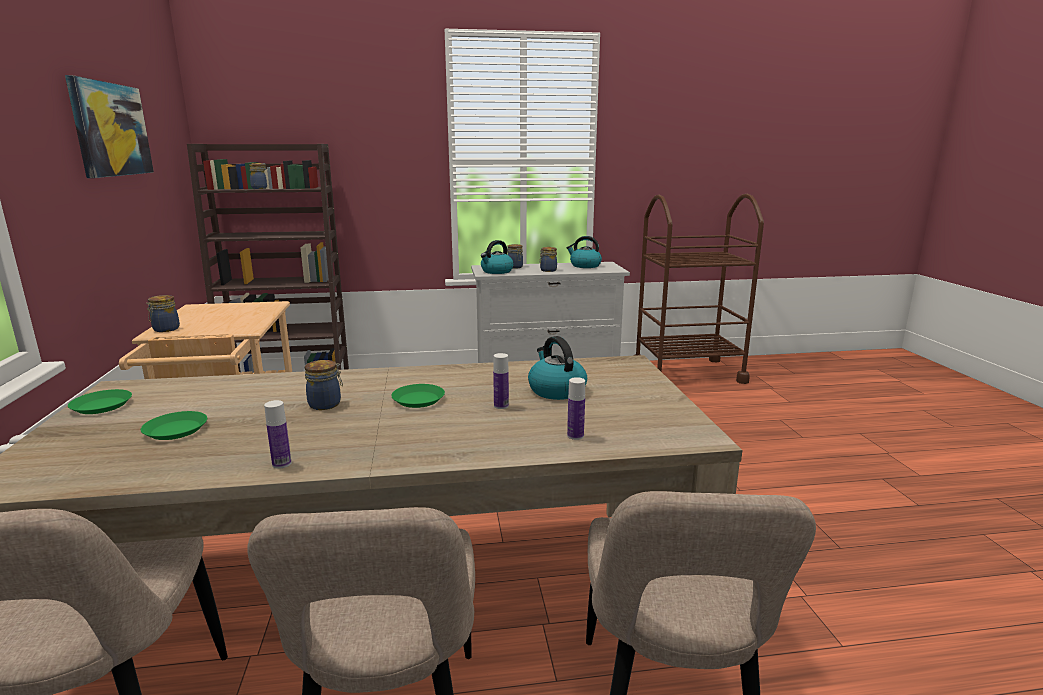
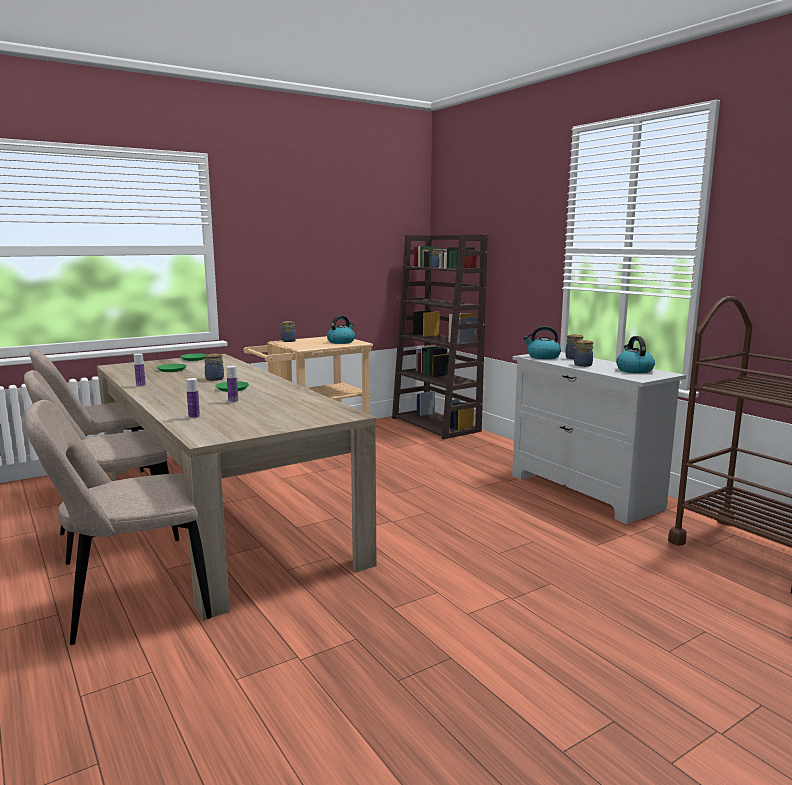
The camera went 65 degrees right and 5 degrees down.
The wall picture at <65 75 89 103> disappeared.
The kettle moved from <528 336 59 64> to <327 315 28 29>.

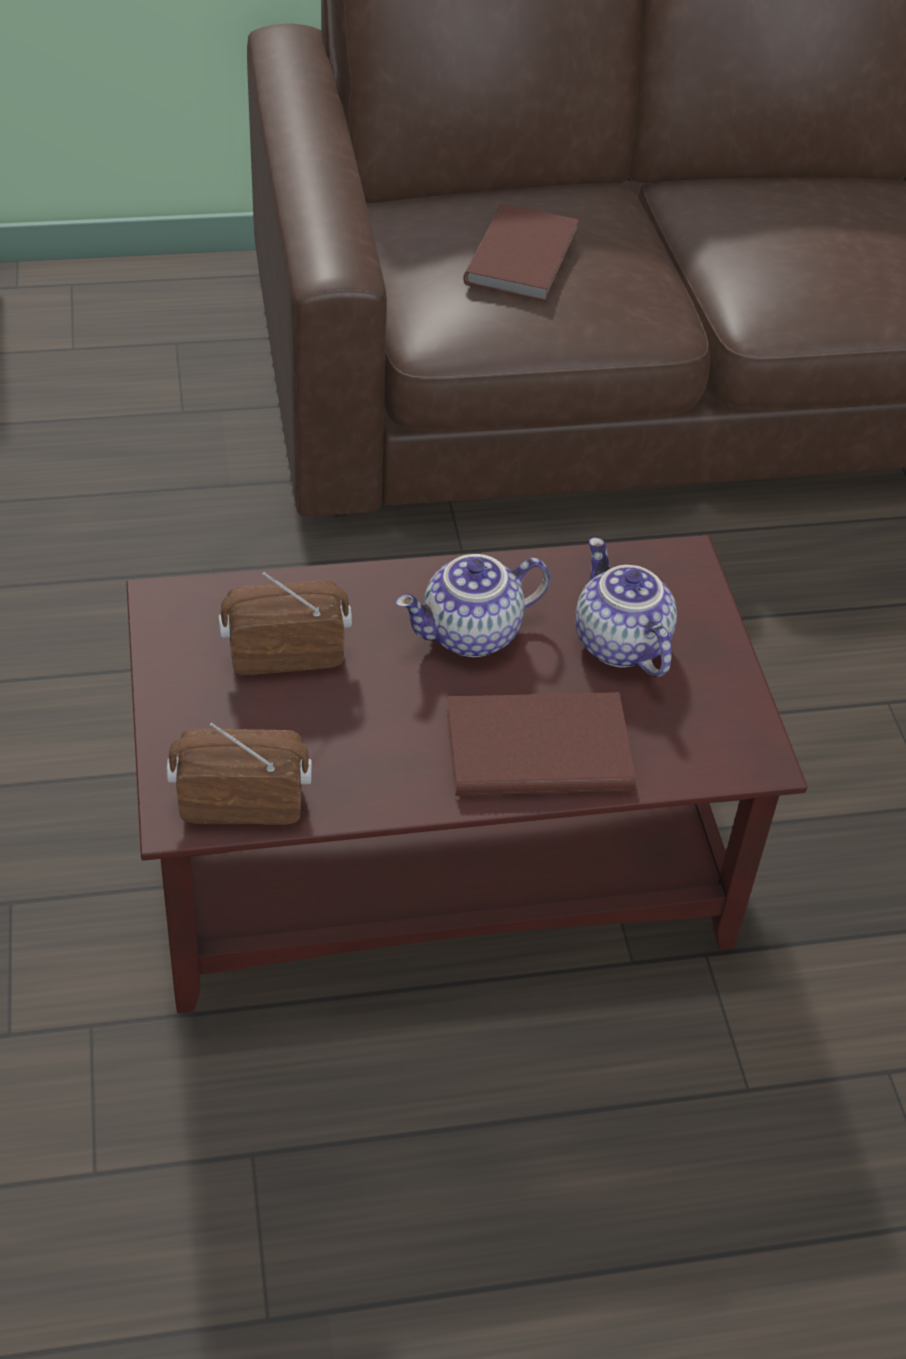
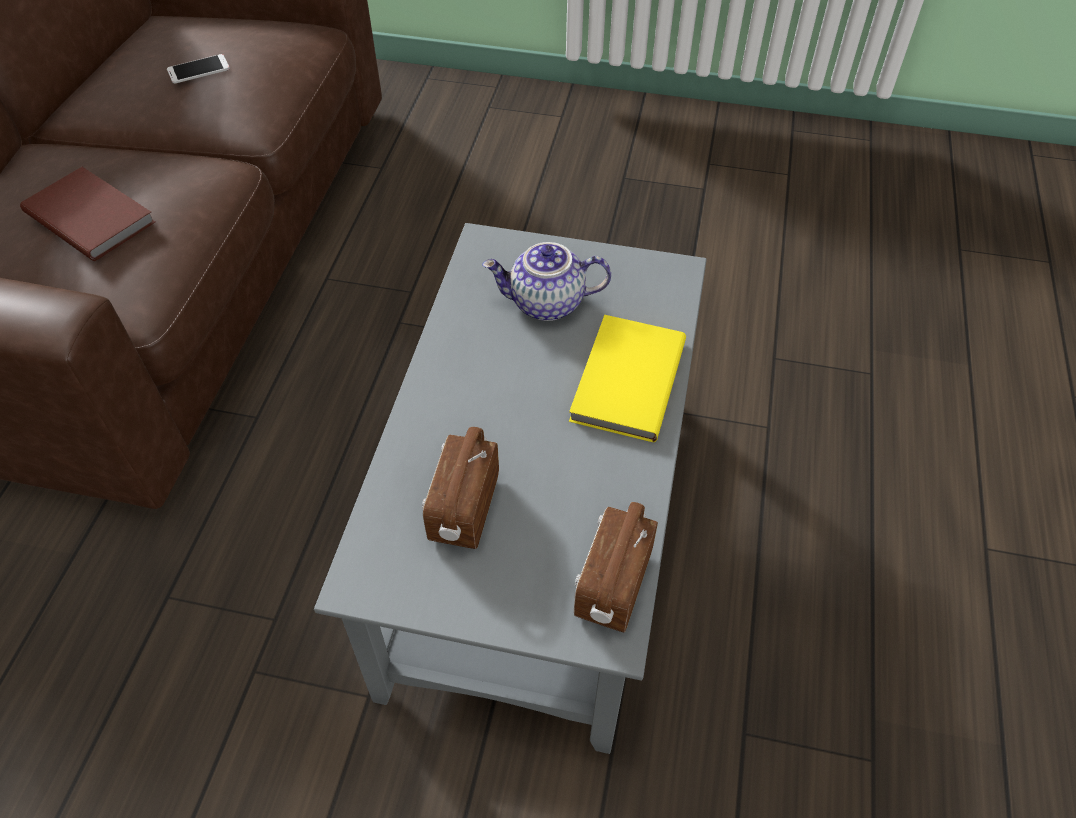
The camera went 65 degrees left and 5 degrees up.
The coffee table (brownish) at <126 535 682 478> became the coffee table (grey) at <314 223 393 531>.
The pot for tea at <396 554 154 103> disappeared.
The bound book (brownish) at <447 692 189 104> became the bound book (yellowish) at <569 315 117 127>.
The telephone at <167 54 63 30> appeared.

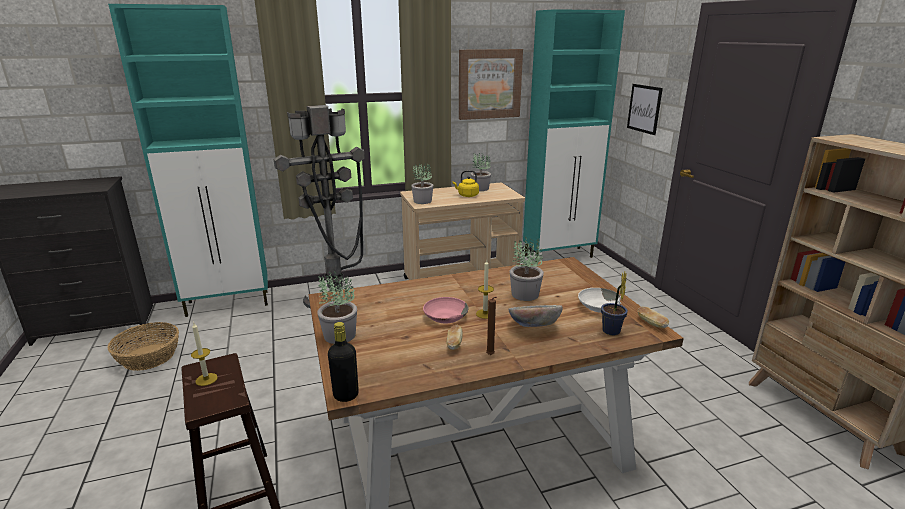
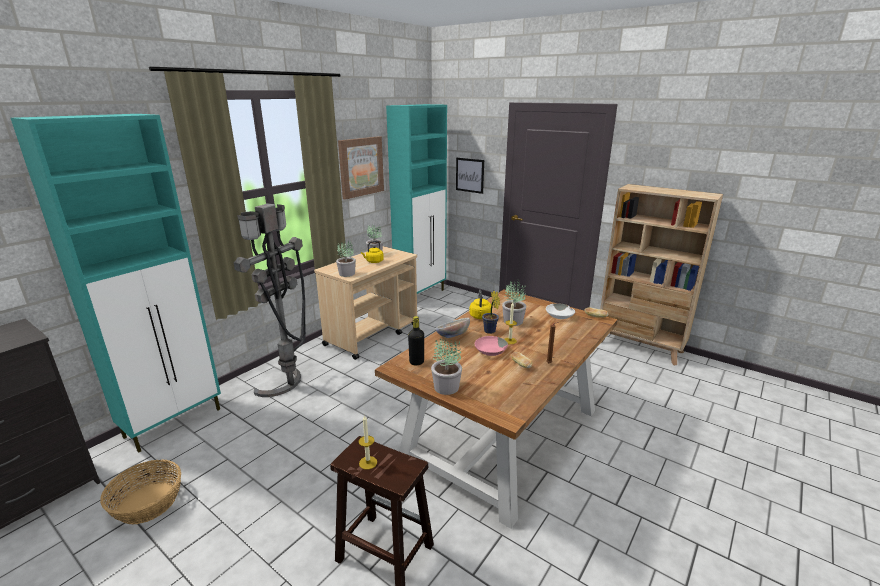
The camera went 35 degrees left and 0 degrees up.
The plant in a pot moved from <601 271 27 64> to <482 291 18 43>.
The deep dish moved from <509 305 53 22> to <435 318 35 20>.
The beverage bottle (black-coloured) moved from <328 322 31 80> to <408 316 16 49>.
The kettle (yellowish) at <469 289 22 30> appeared.

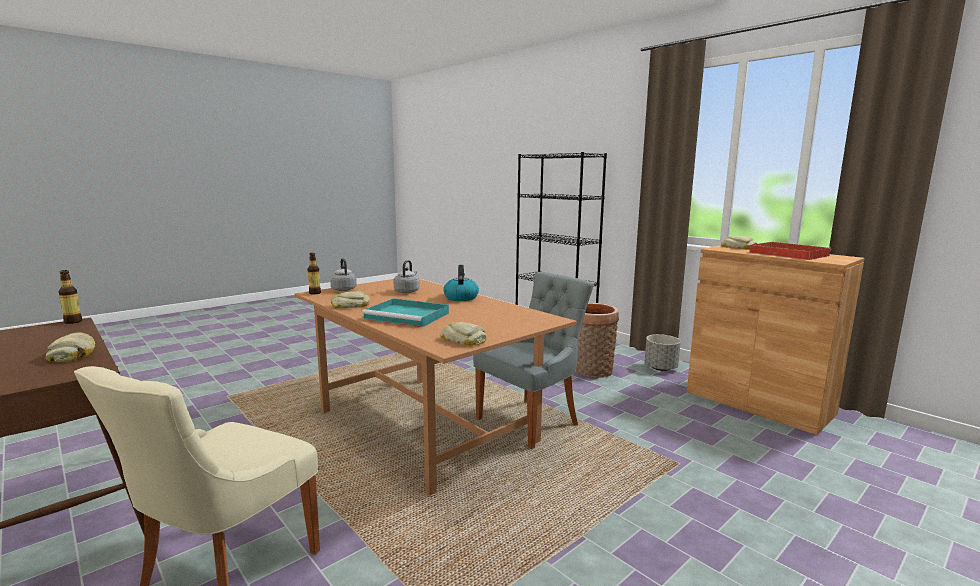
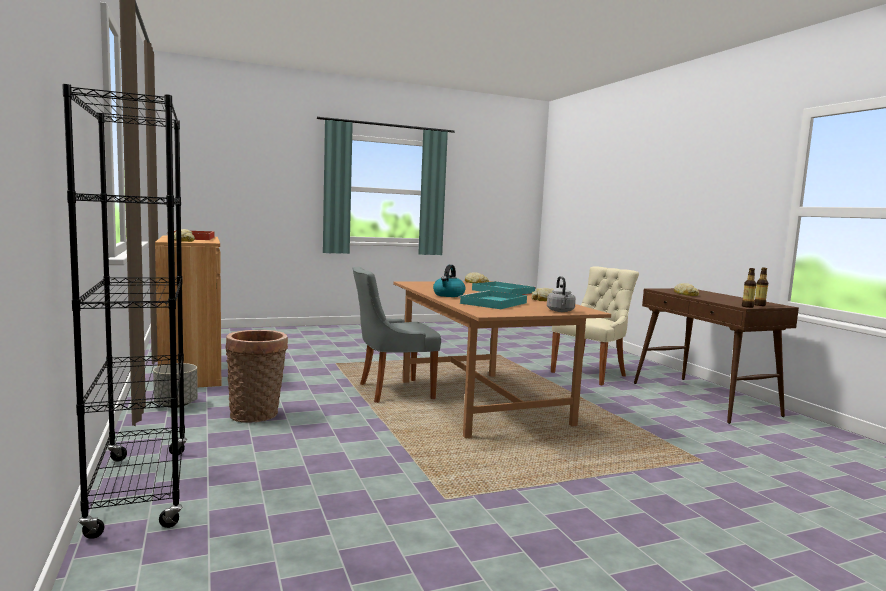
The camera went 160 degrees left and 5 degrees down.
The beverage bottle moved from <307 253 14 41> to <754 267 14 39>.
The kettle (grey) at <393 260 27 33> was replaced by the serving tray (turquoise-coloured) at <459 290 68 19>.

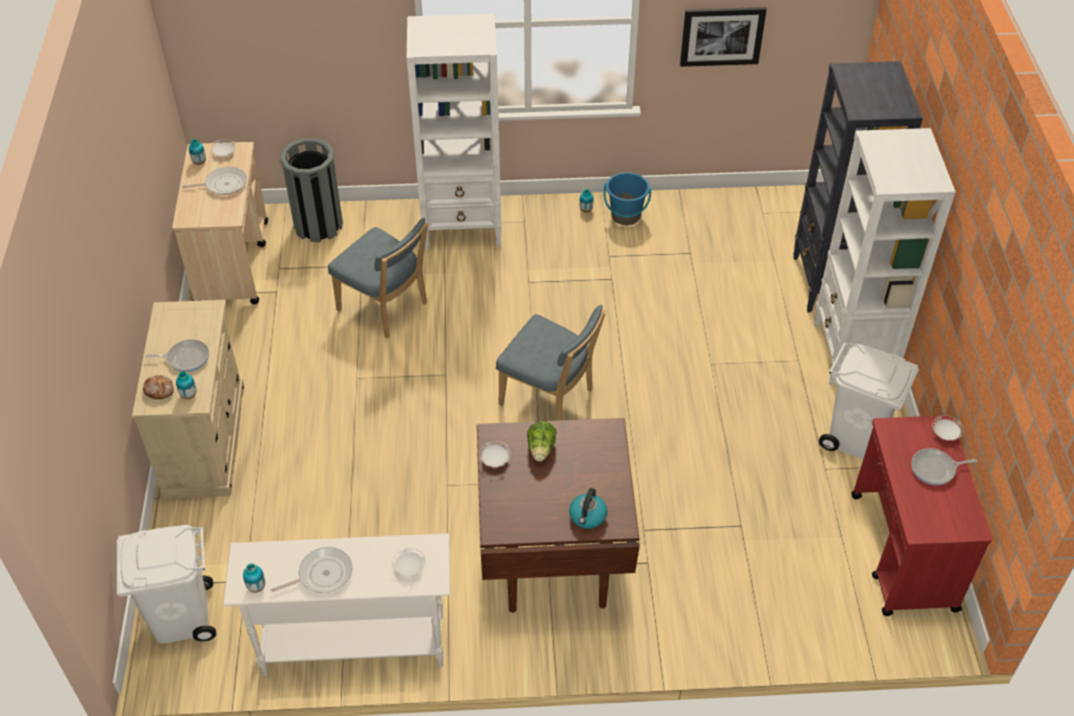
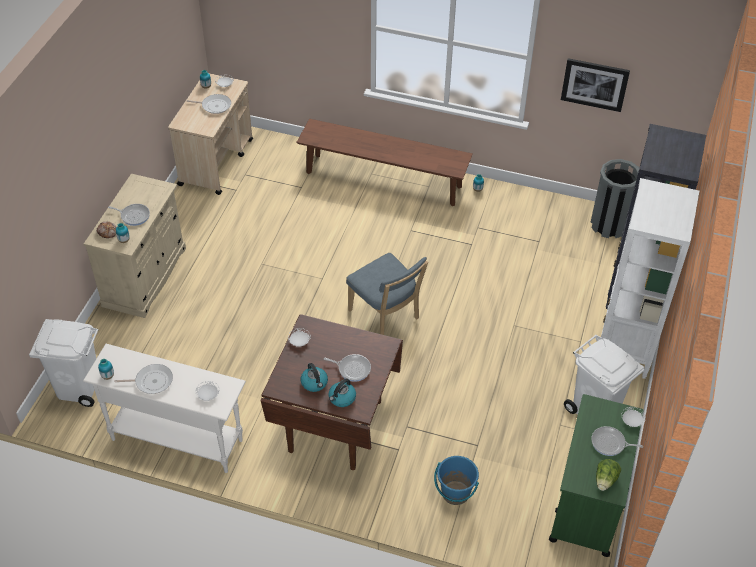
The camera went 20 degrees right and 0 degrees up.
The bookshelf (white-coloured) at <407 14 95 235> was replaced by the long seat (brownish) at <296 119 177 87>.
The waste bin (grey) moved from <280 138 63 104> to <590 159 50 79>.
The pail (blue) moved from <603 172 49 53> to <434 456 45 49>.
The plain chair (blue) at <328 218 100 121> disappeared.
The cart (red-coloured) at <851 415 141 201> became the cart (green-coloured) at <549 394 95 163>.
The head of lettuce moved from <527 421 30 40> to <596 459 25 32>.
The skillet at <324 354 47 28> appeared.
The kettle at <301 363 27 29> appeared.

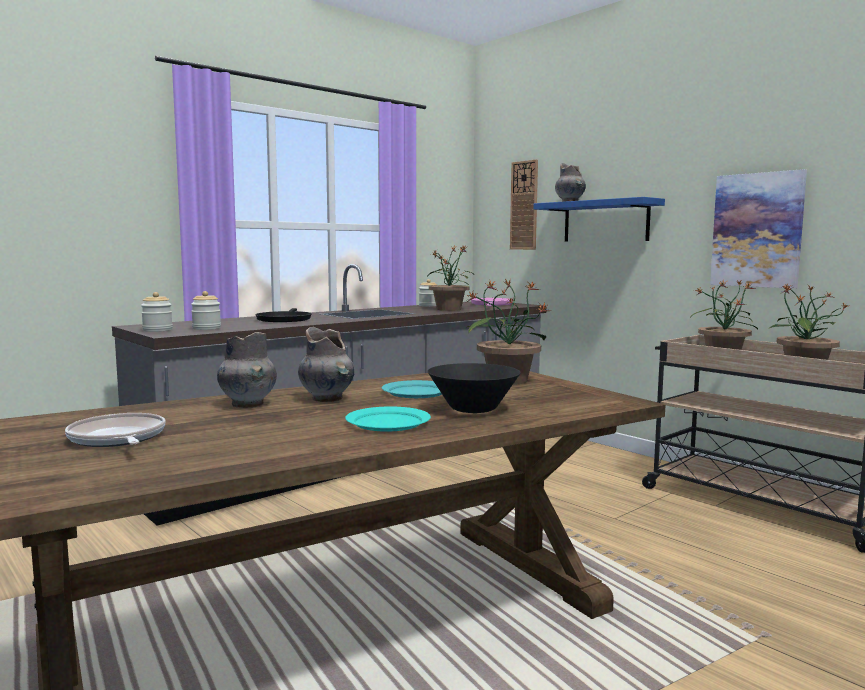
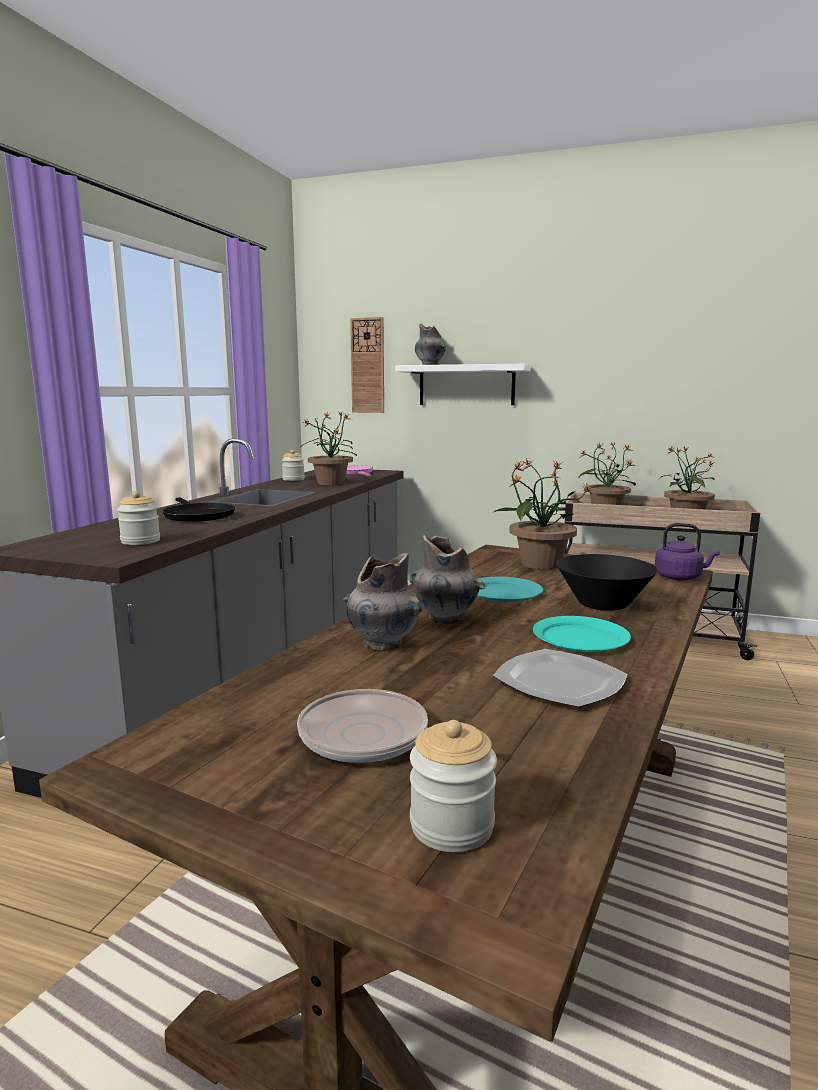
The camera went 30 degrees left and 5 degrees up.
The wall picture at <710 169 97 120> disappeared.
The shelf (blue) at <533 197 132 45> became the shelf (white-coloured) at <395 364 136 41>.
The preserve jar moved from <141 292 32 40> to <410 720 87 132>.
The kettle (purple) at <655 523 65 57> appeared.
The plate at <493 649 135 58> appeared.

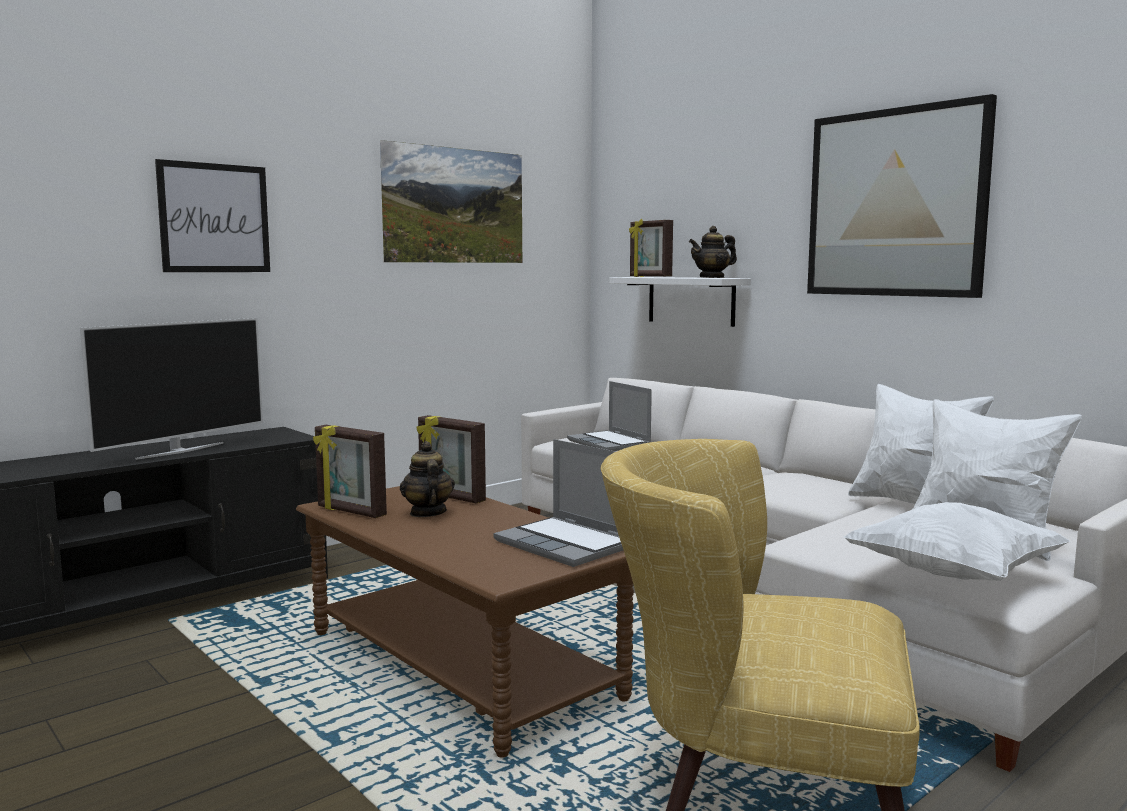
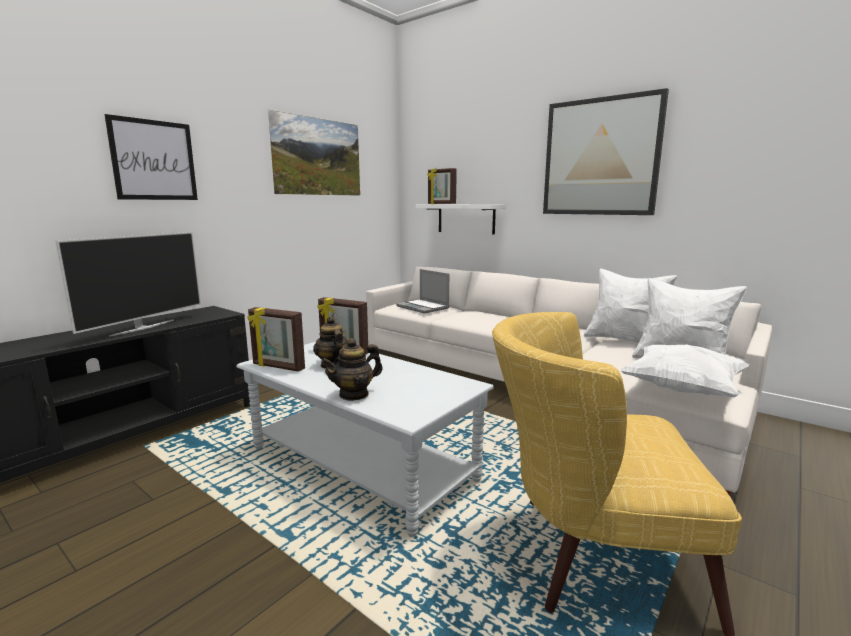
The camera went 10 degrees left and 5 degrees up.
The pot for tea moved from <689 226 48 52> to <321 338 62 63>.
The notebook computer at <493 439 130 128> disappeared.
The coffee table (brownish) at <296 486 338 272> became the coffee table (grey) at <236 342 258 195>.

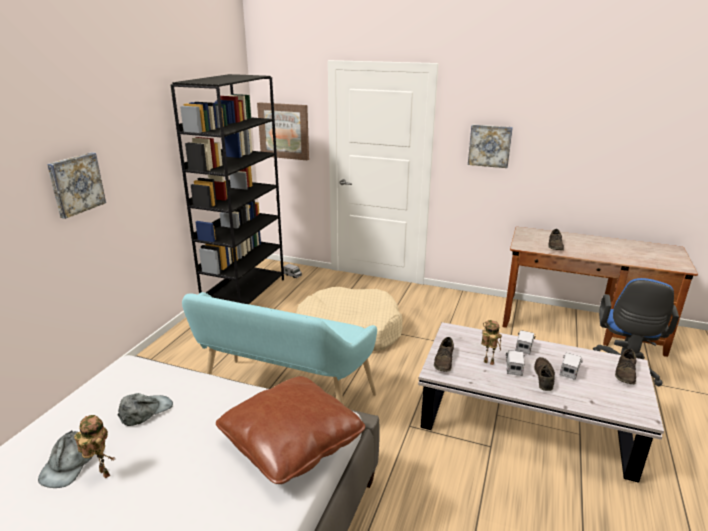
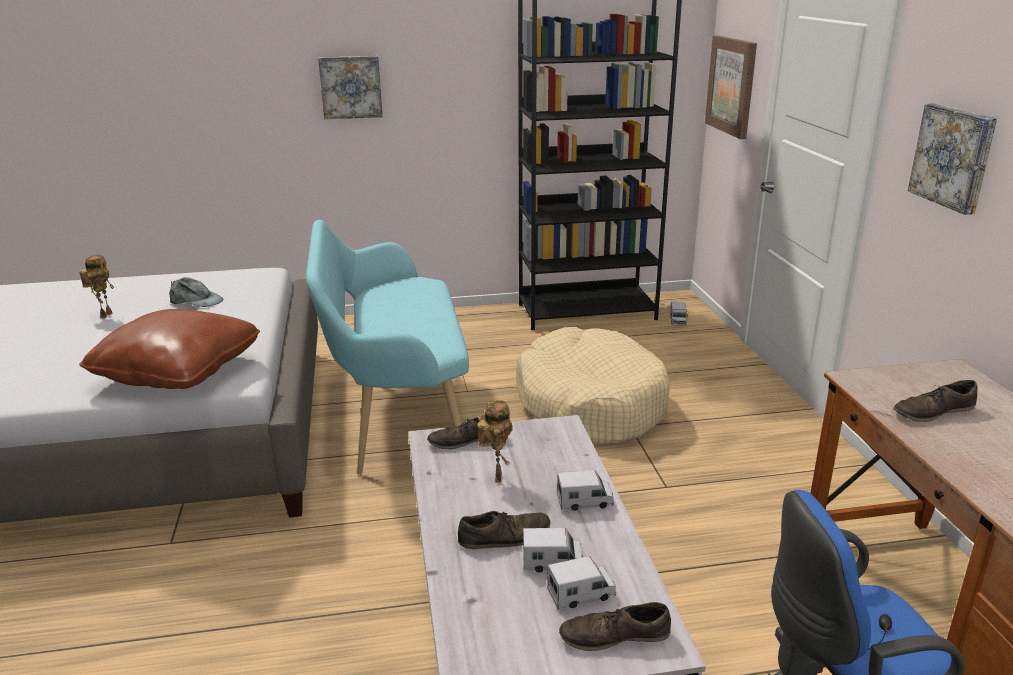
The camera went 60 degrees right and 0 degrees up.
The model truck moved from <506 350 19 26> to <547 556 69 54>.
The baseball cap (grey) at <38 430 54 58> disappeared.

